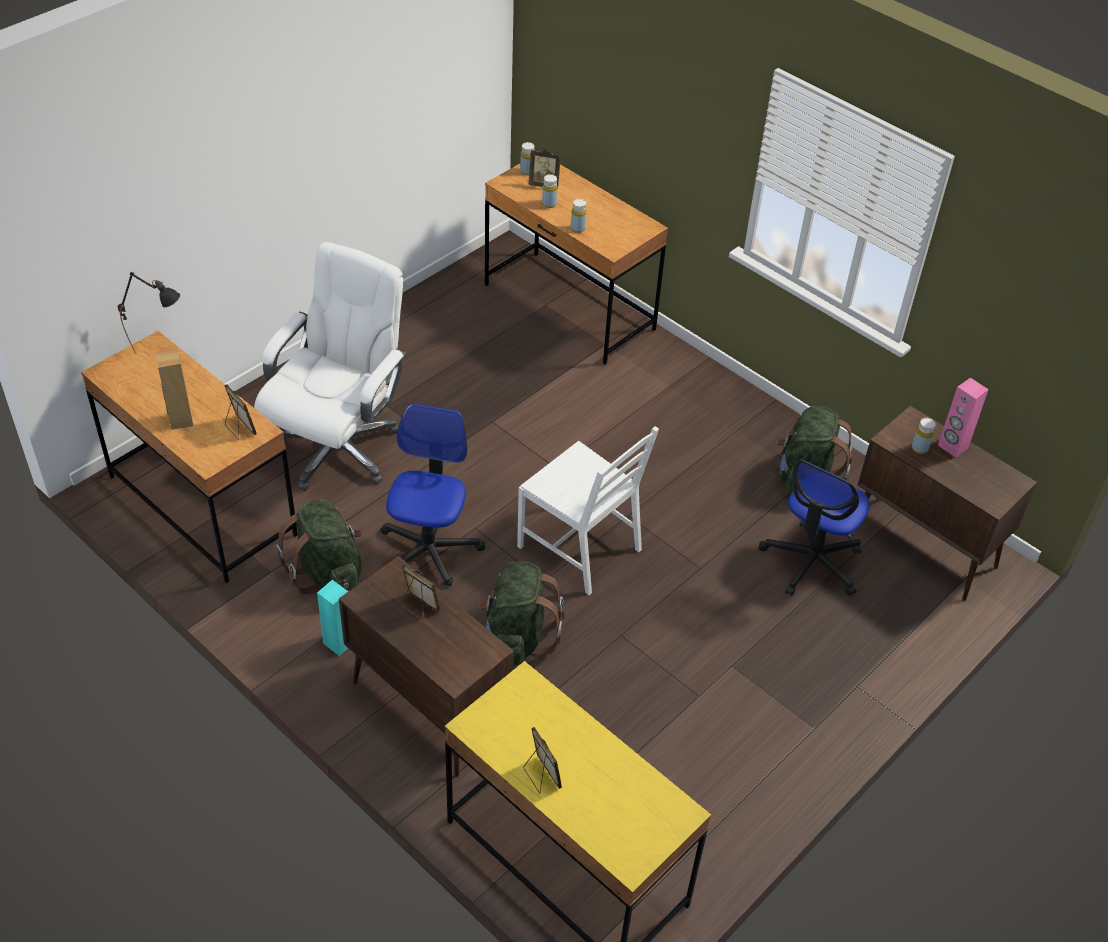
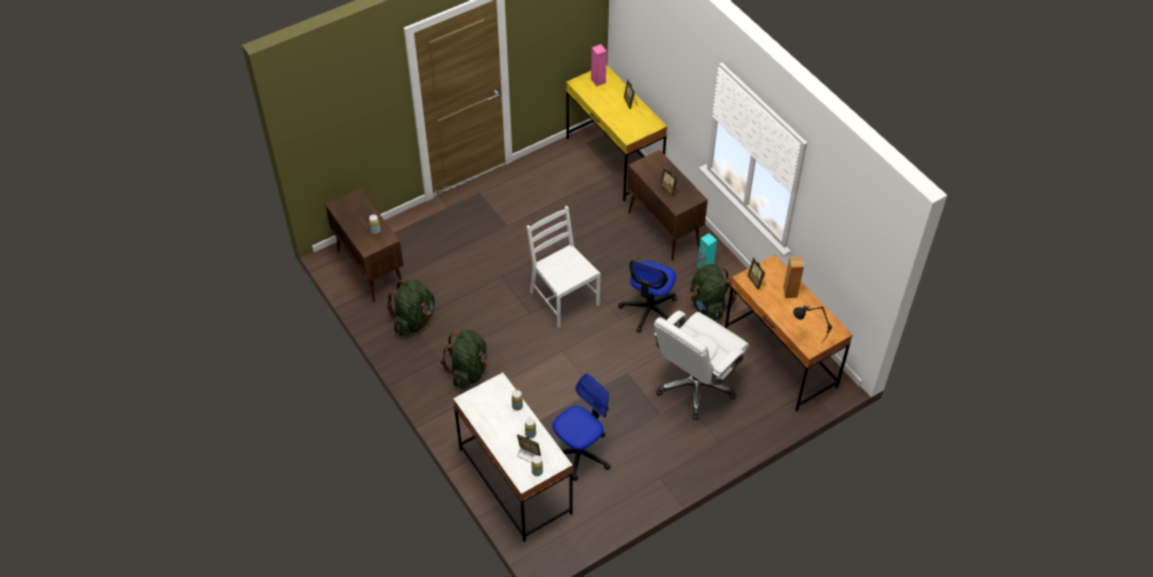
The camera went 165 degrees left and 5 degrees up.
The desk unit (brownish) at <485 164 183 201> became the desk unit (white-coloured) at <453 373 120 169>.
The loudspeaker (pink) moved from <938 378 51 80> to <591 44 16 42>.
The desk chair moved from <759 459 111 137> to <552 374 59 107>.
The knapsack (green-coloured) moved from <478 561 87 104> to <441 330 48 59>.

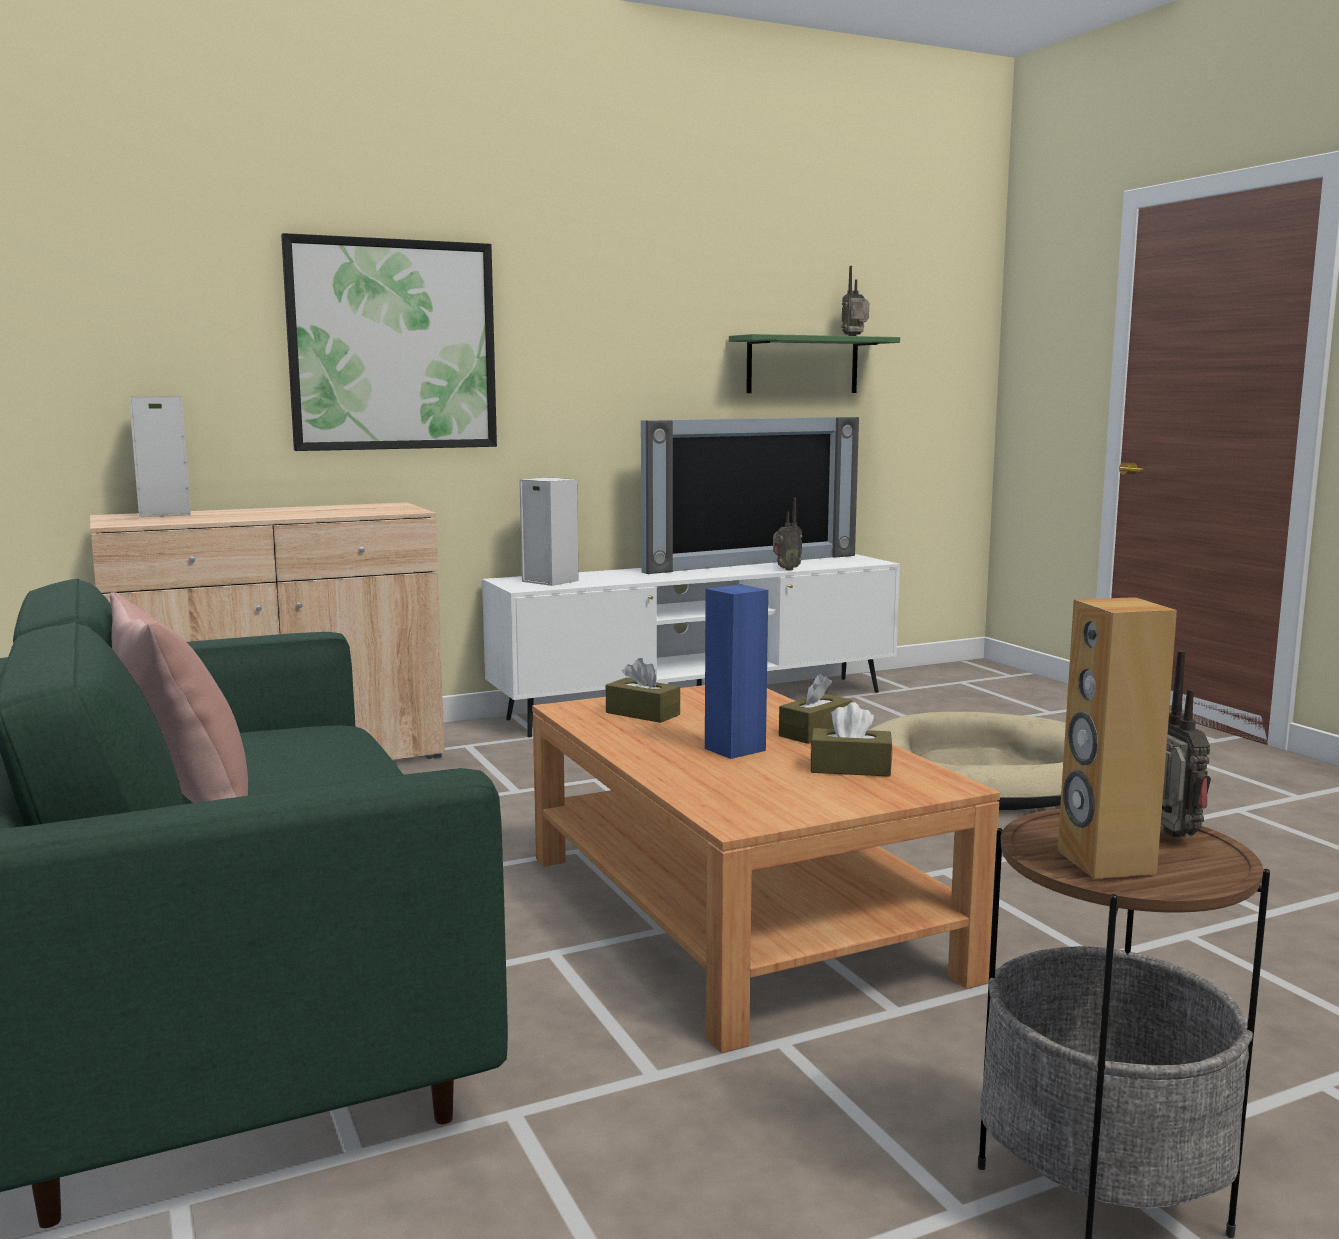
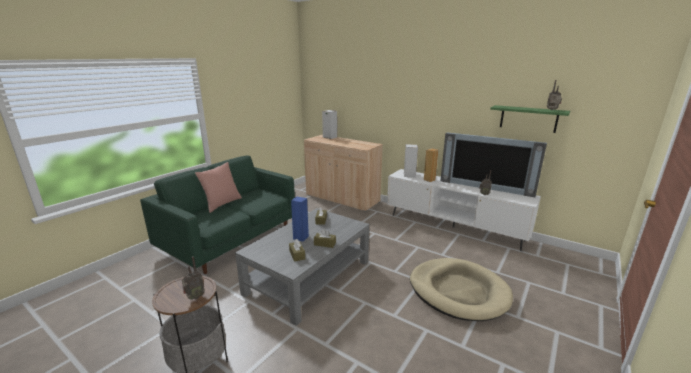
The camera went 60 degrees right and 10 degrees up.
The wall picture at <281 233 216 218> disappeared.
The loudspeaker (brownish) moved from <1058 597 119 282> to <424 148 14 34>.
The coffee table (brownish) at <532 685 468 368> became the coffee table (grey) at <235 208 134 118>.

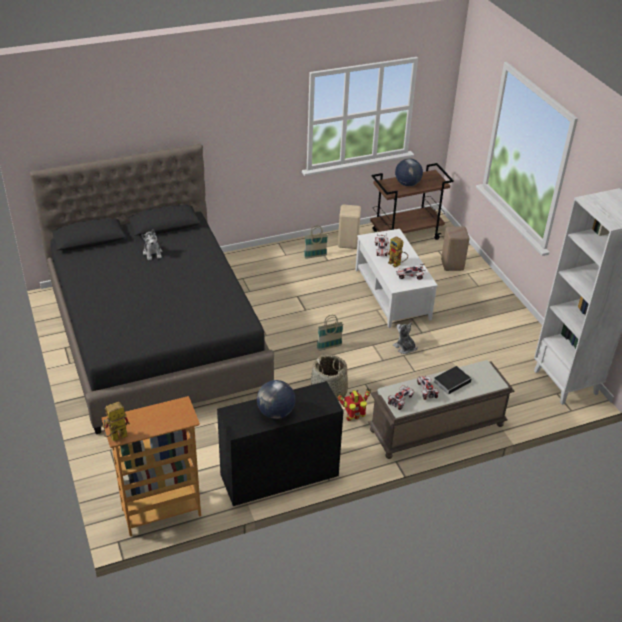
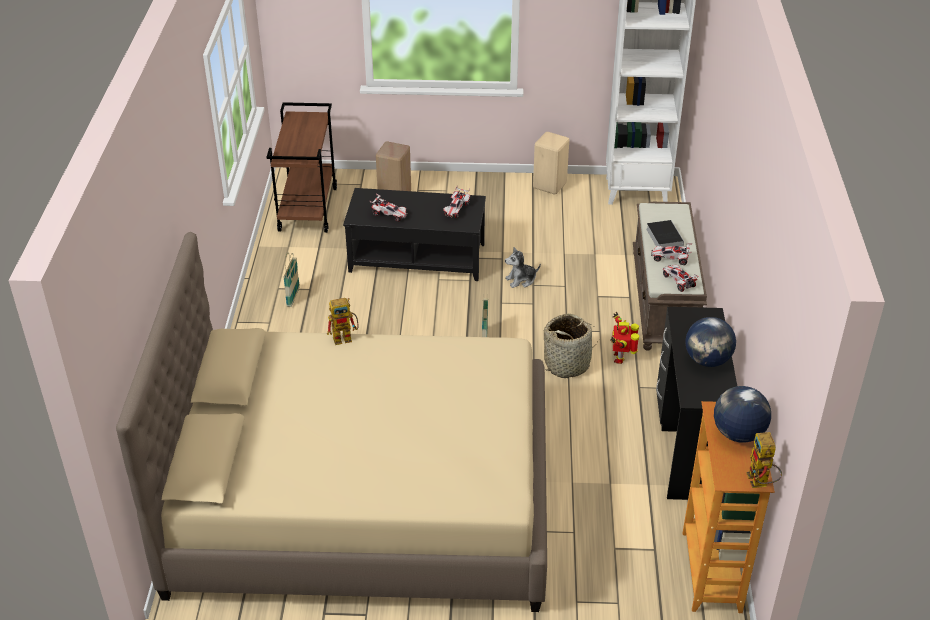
The camera went 65 degrees left and 0 degrees up.
The bedroom bed (black-coloured) at <30 144 244 290> became the bedroom bed (sand-coloured) at <116 232 431 380>.
The world globe moved from <395 158 28 28> to <714 386 57 57>.
The stool (sand-coloured) moved from <338 204 23 45> to <533 132 36 62>.
The cuddly toy at <141 229 21 31> disappeared.
The coffee table (white-coloured) at <355 229 83 99> became the coffee table (black-coloured) at <343 188 143 93>.
The toy robot moved from <387 236 21 32> to <327 298 32 47>.

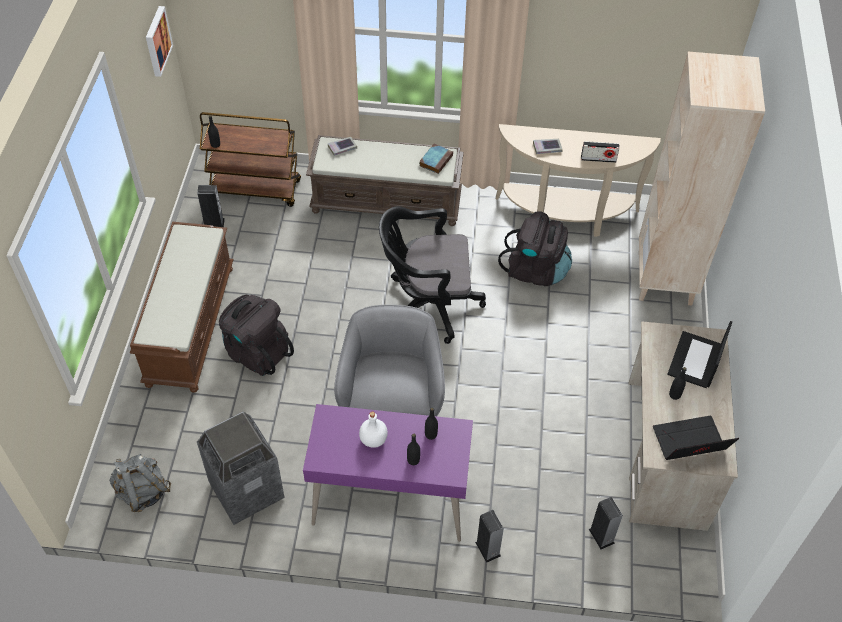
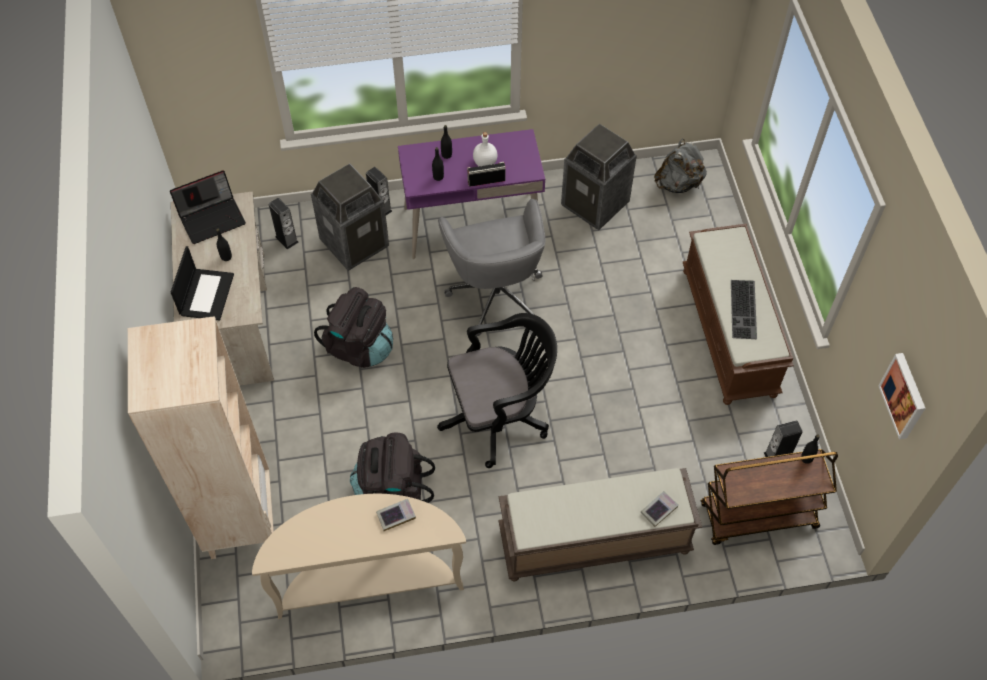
The camera went 165 degrees right and 5 degrees up.
The radio receiver moved from <581 141 39 22> to <467 162 39 25>.
The bound book at <419 144 34 30> disappeared.
The knapsack (black-coloured) moved from <219 295 75 81> to <314 287 79 81>.
The waste bin at <311 163 78 108> appeared.
The PC keyboard at <731 280 26 59> appeared.

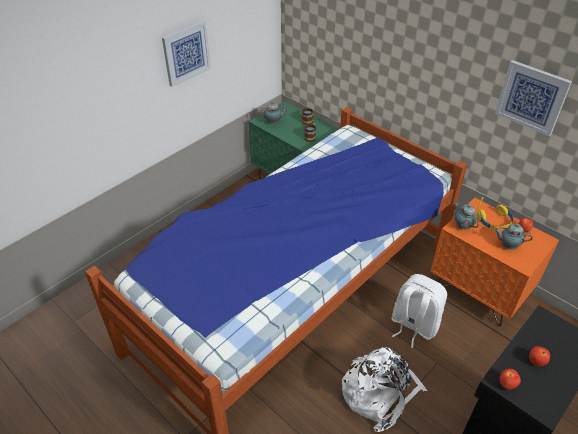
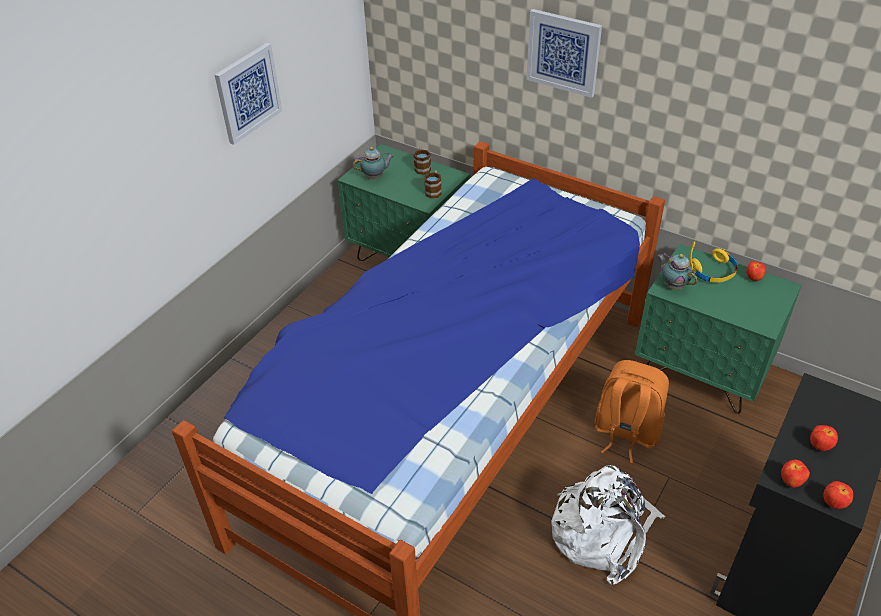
The camera went 10 degrees left and 0 degrees up.
The wall picture moved from <495 60 77 76> to <526 9 76 89>.
The night table (orange-coloured) at <431 198 128 128> became the night table (green-coloured) at <635 244 167 170>.
The pot for tea at <494 224 39 26> disappeared.
The knapsack (white-coloured) at <392 274 55 74> became the knapsack (orange-coloured) at <595 360 74 103>.
The apple at <823 481 30 28> appeared.

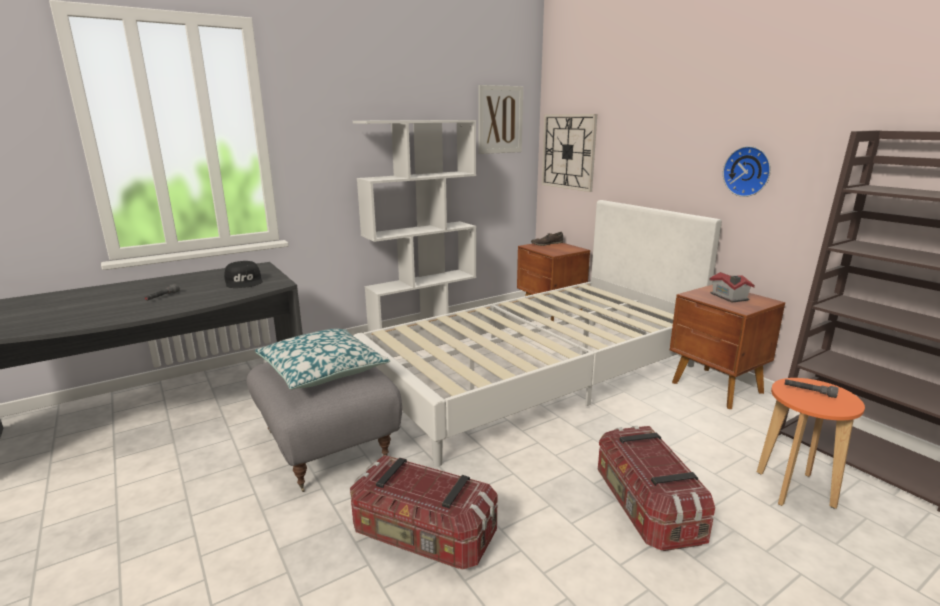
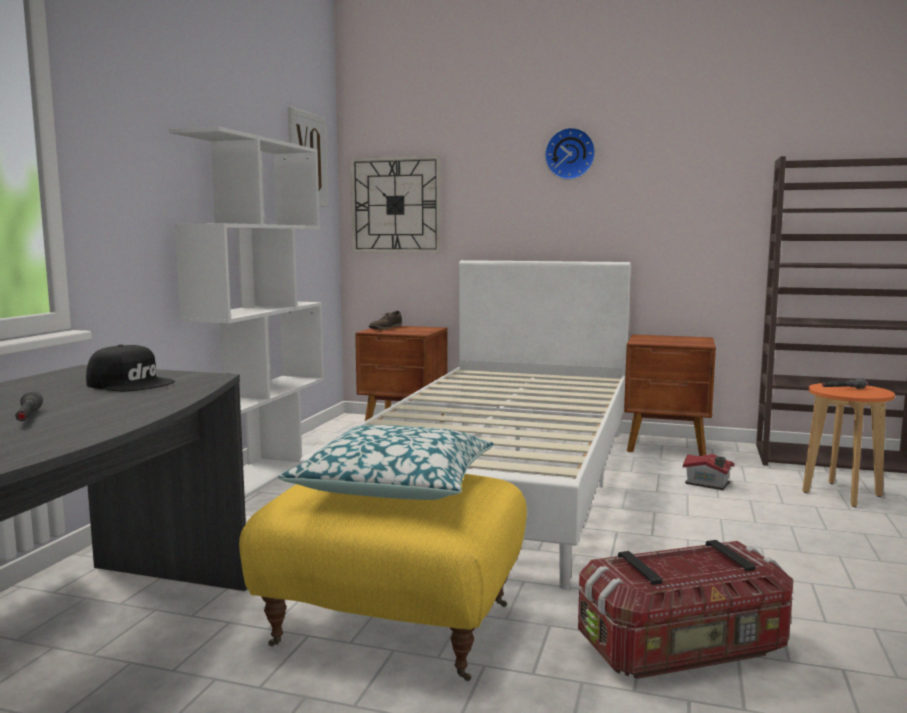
The camera went 40 degrees left and 10 degrees down.
The wall clock moved from <723 146 48 51> to <545 127 51 53>.
The toy house moved from <709 272 46 31> to <683 454 51 36>.
The ottoman (grey) at <246 362 156 130> became the ottoman (yellowish) at <239 474 288 207>.
The storage container at <598 426 117 125> disappeared.

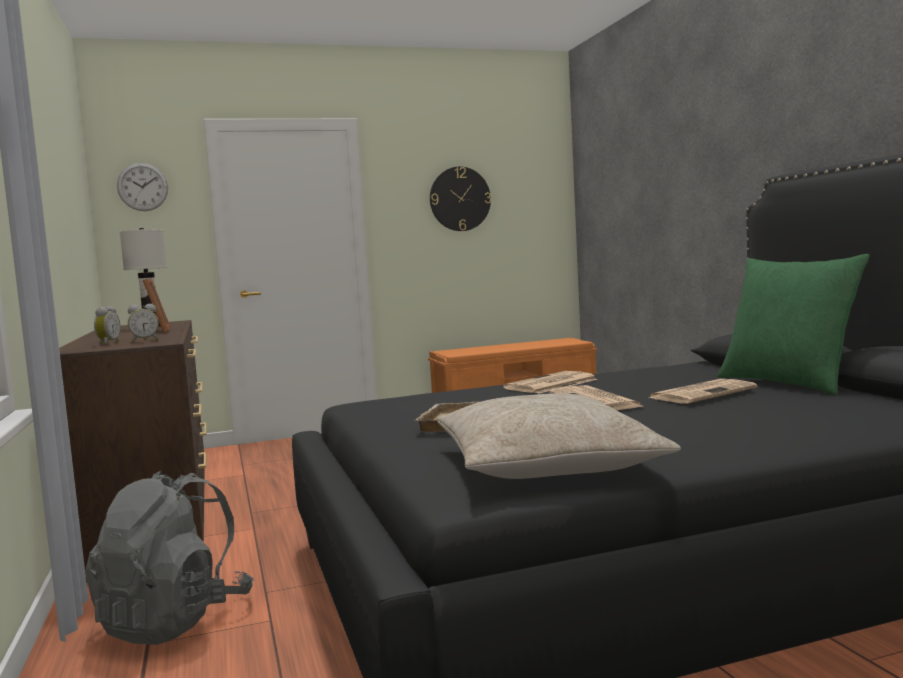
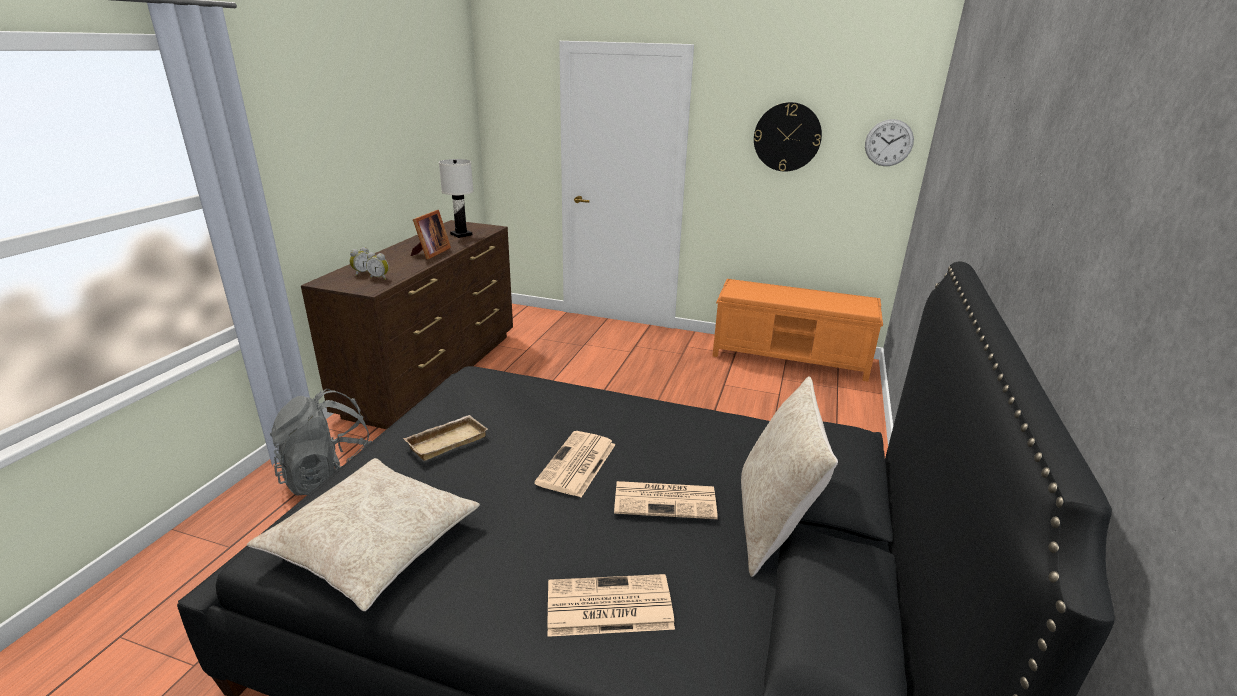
The camera went 35 degrees right and 20 degrees up.
The wall clock moved from <117 163 51 48> to <865 119 49 47>.
The cushion (green-coloured) at <718 254 152 141> became the cushion (sand-coloured) at <741 377 97 200>.
The newspaper moved from <503 371 95 23> to <548 574 127 63>.

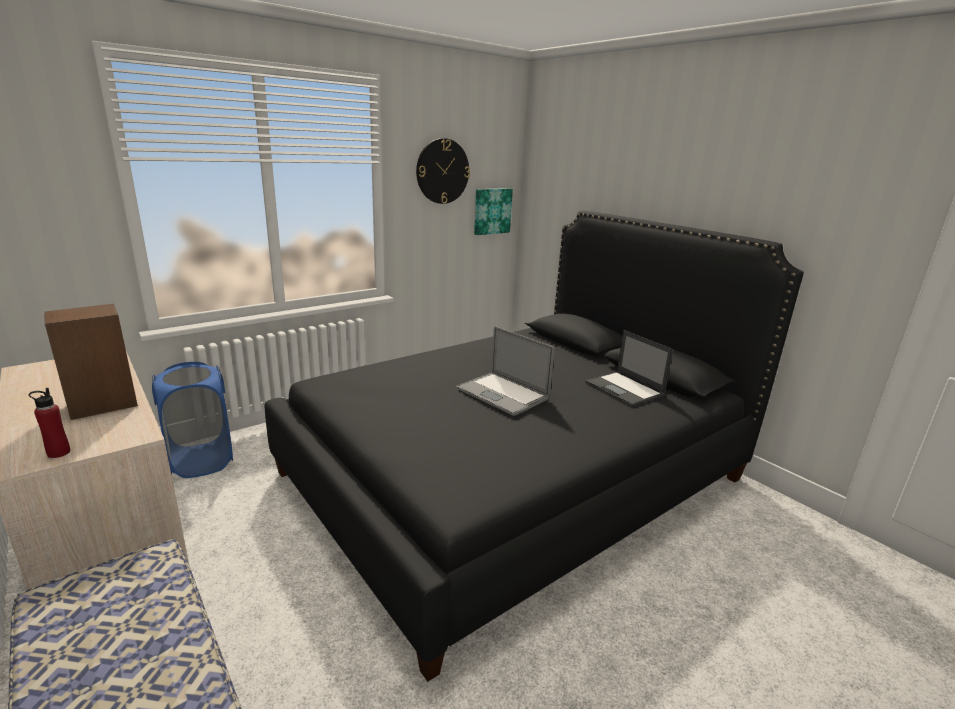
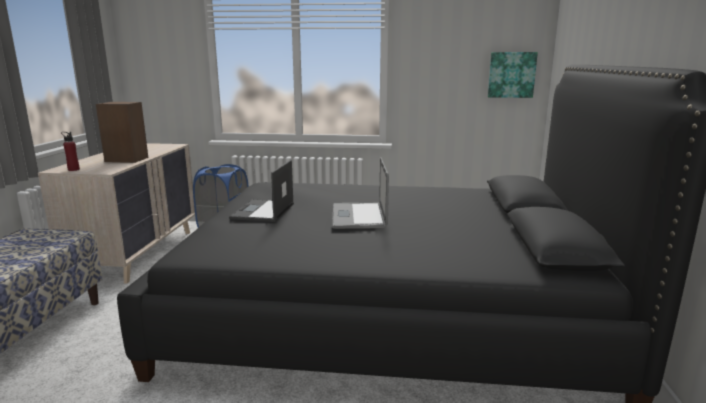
The camera went 45 degrees right and 5 degrees down.
The wall clock at <416 138 54 66> disappeared.
The notebook computer moved from <585 330 88 77> to <229 160 65 62>.

